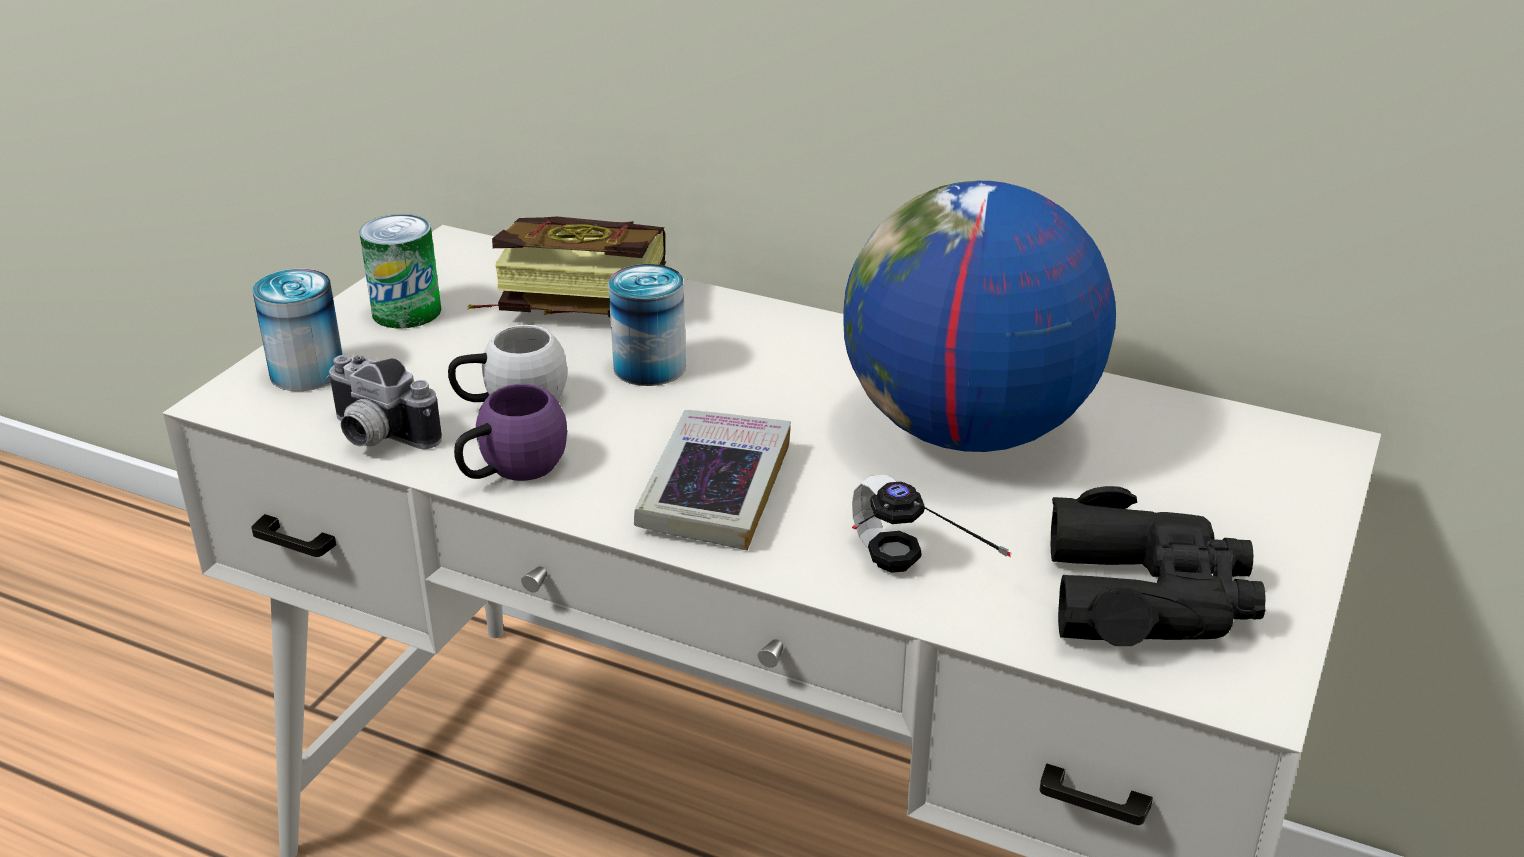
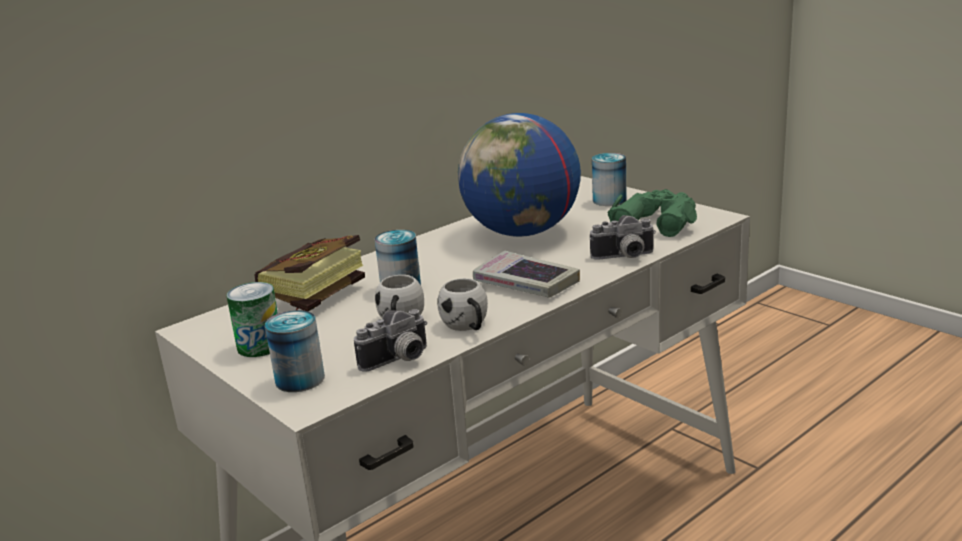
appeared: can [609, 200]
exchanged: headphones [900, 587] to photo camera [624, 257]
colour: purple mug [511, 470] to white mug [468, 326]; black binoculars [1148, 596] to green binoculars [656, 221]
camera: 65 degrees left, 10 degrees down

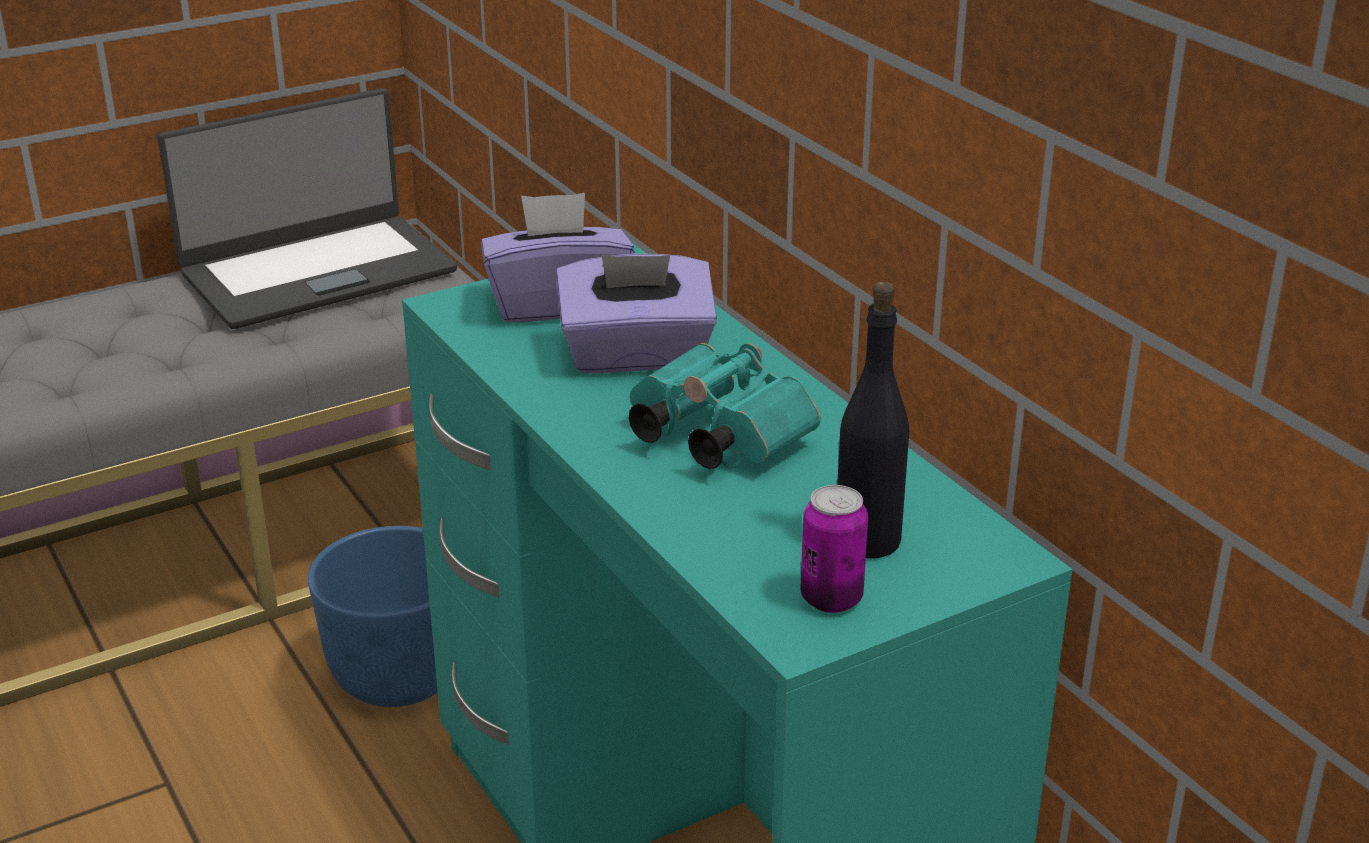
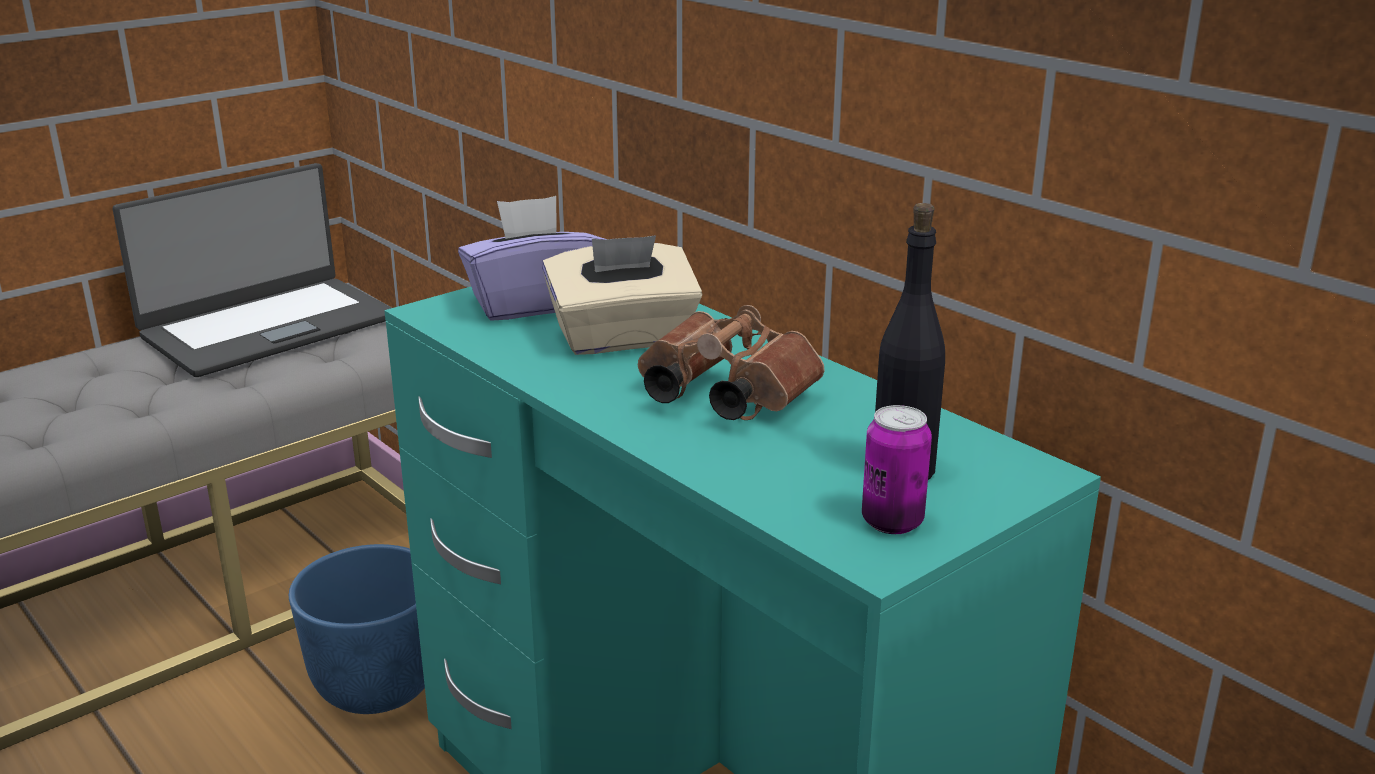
colour: purple tissue box [637, 356] to beige tissue box [623, 338]; turquoise binoculars [713, 437] to brown binoculars [720, 397]
camera: 10 degrees left, 5 degrees down

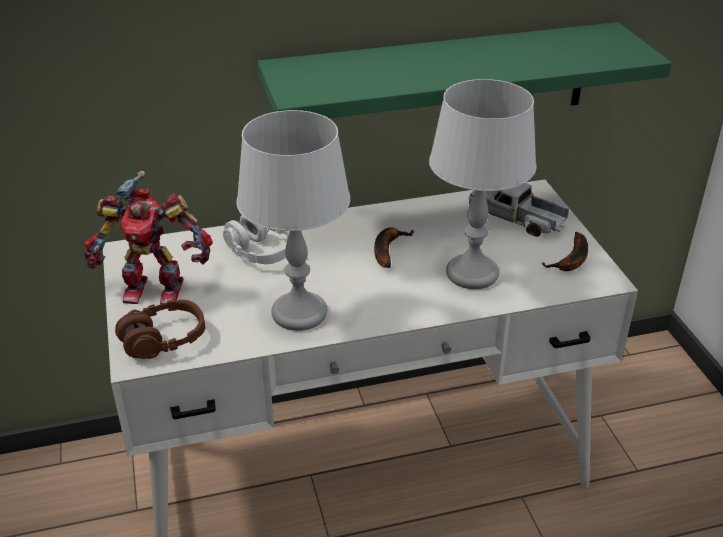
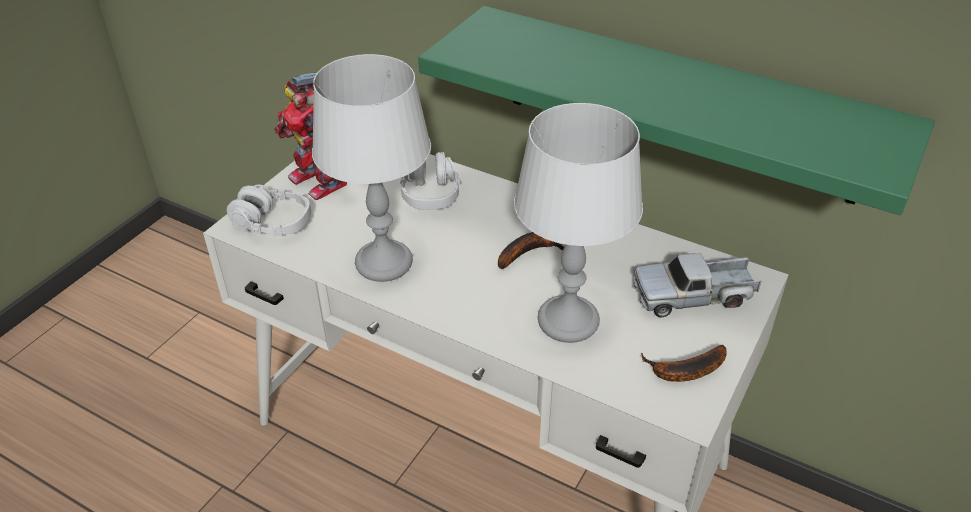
colour: brown headphones [163, 340] to grey headphones [272, 223]
spun: toy truck [517, 218] = [693, 295] 90 degrees counterclockwise
camera: 45 degrees right, 5 degrees up

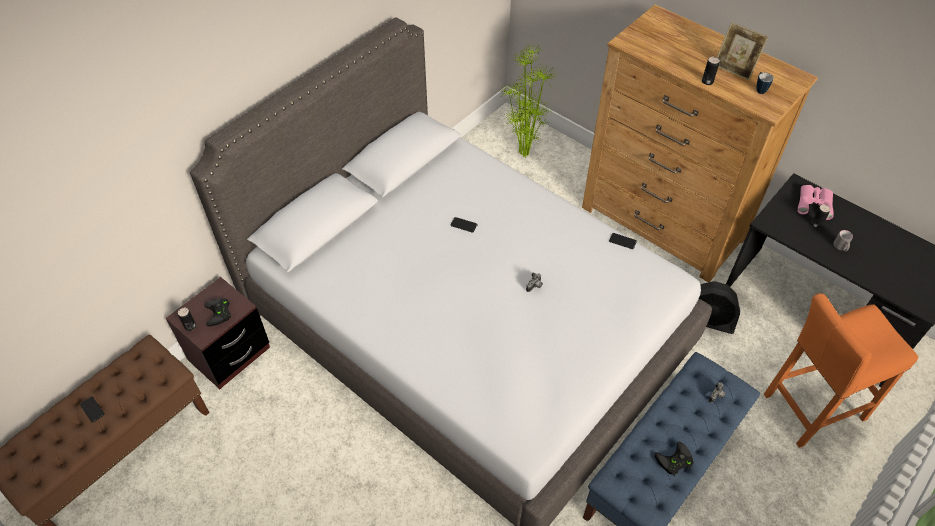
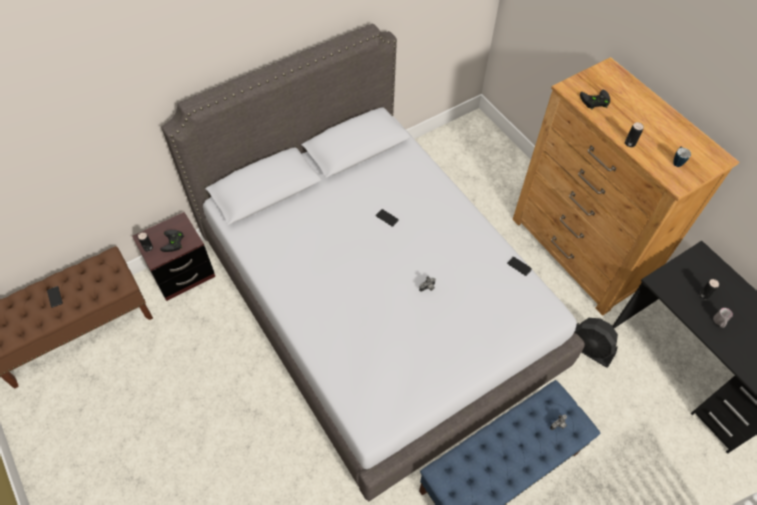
missing: picture frame [734, 69]; potted plant [523, 155]; pink binoculars [814, 203]; orange stool [809, 409]
relocated: black game controller [674, 461] to [594, 101]
camera: 15 degrees right, 5 degrees up

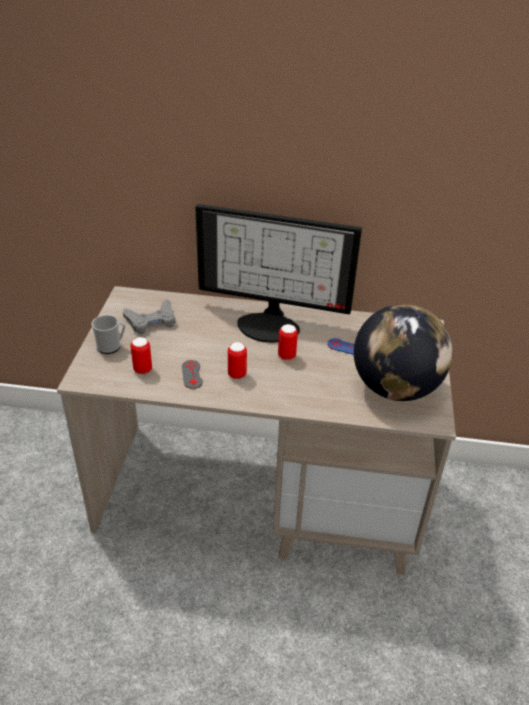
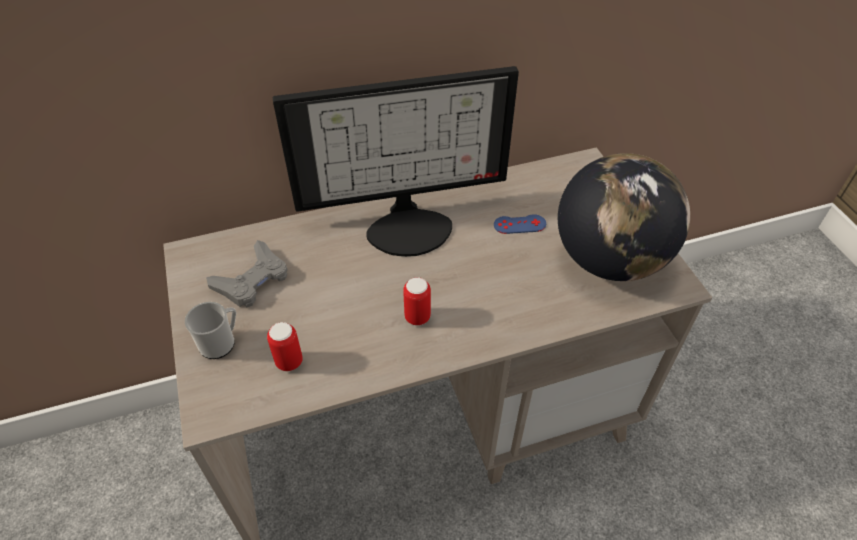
missing: can [286, 356]; grey game controller [192, 374]
camera: 25 degrees left, 10 degrees up

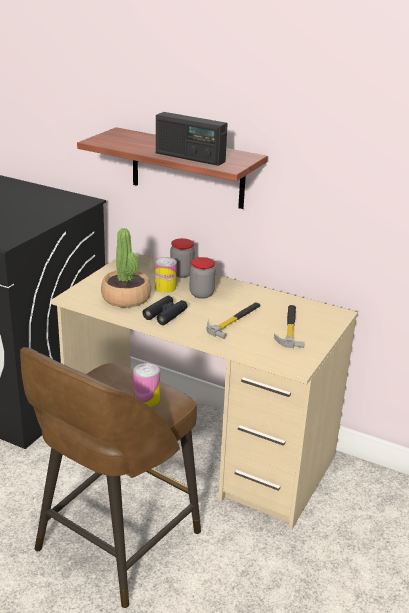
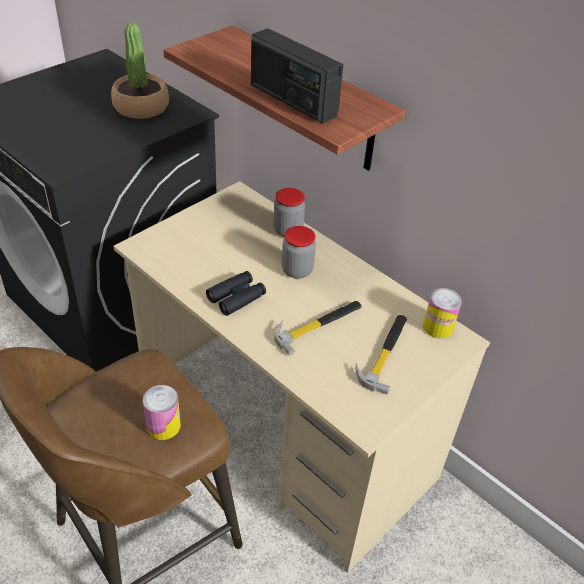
relocated: potted plant [126, 298] to [141, 107]; can [165, 287] to [438, 327]
camera: 15 degrees right, 15 degrees up

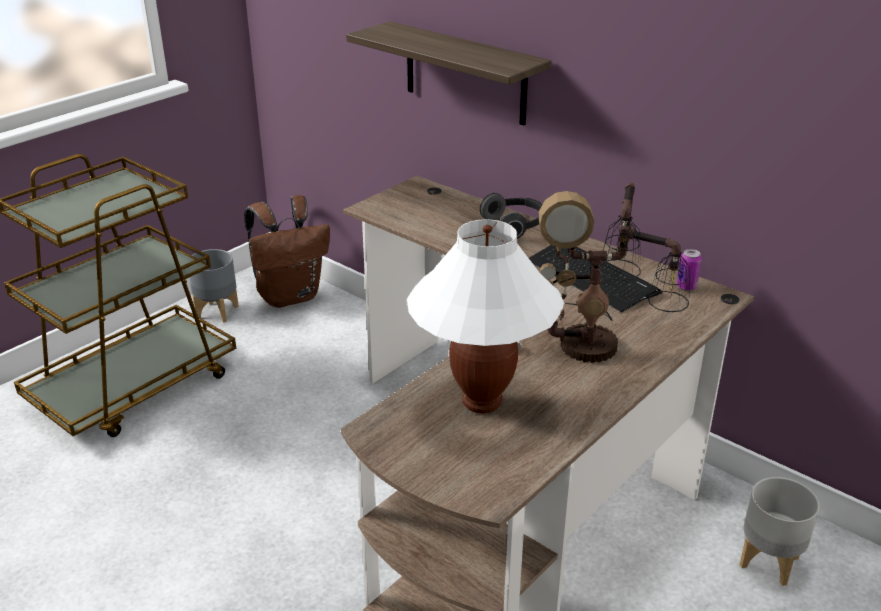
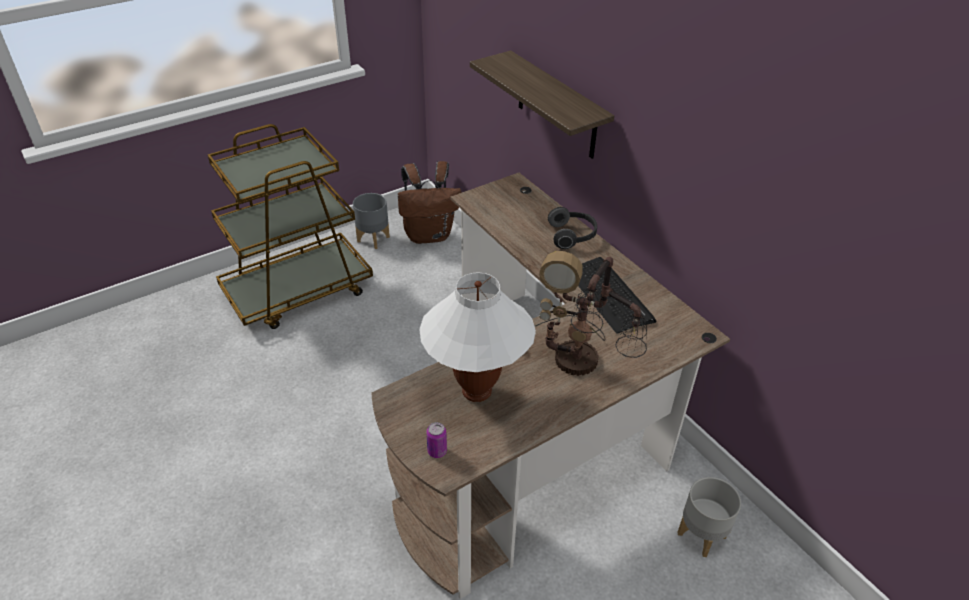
relocated: can [686, 286] to [437, 451]
camera: 15 degrees right, 10 degrees up

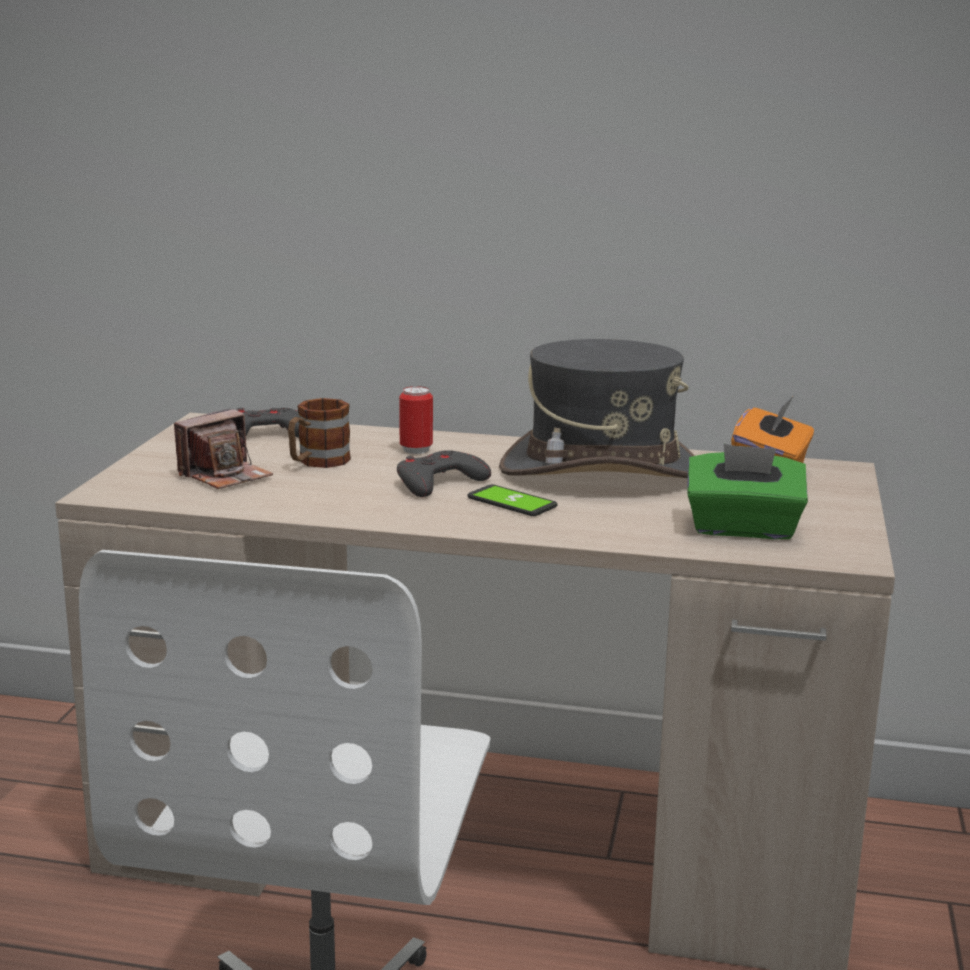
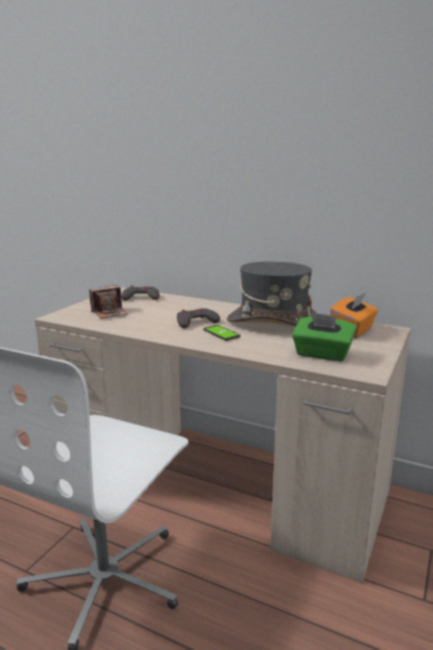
missing: can [416, 449]; mug [317, 462]
camera: 15 degrees right, 0 degrees up

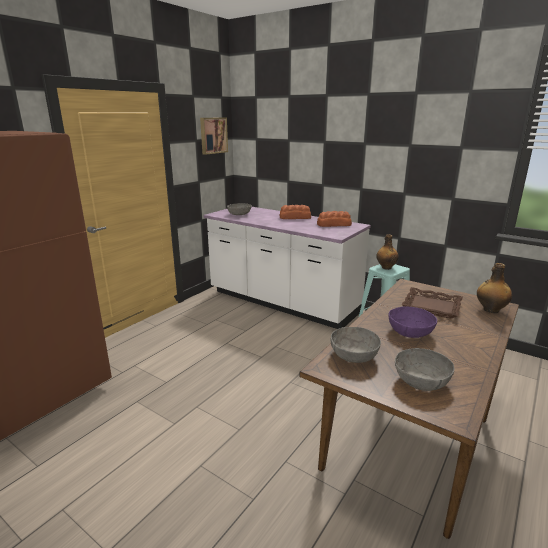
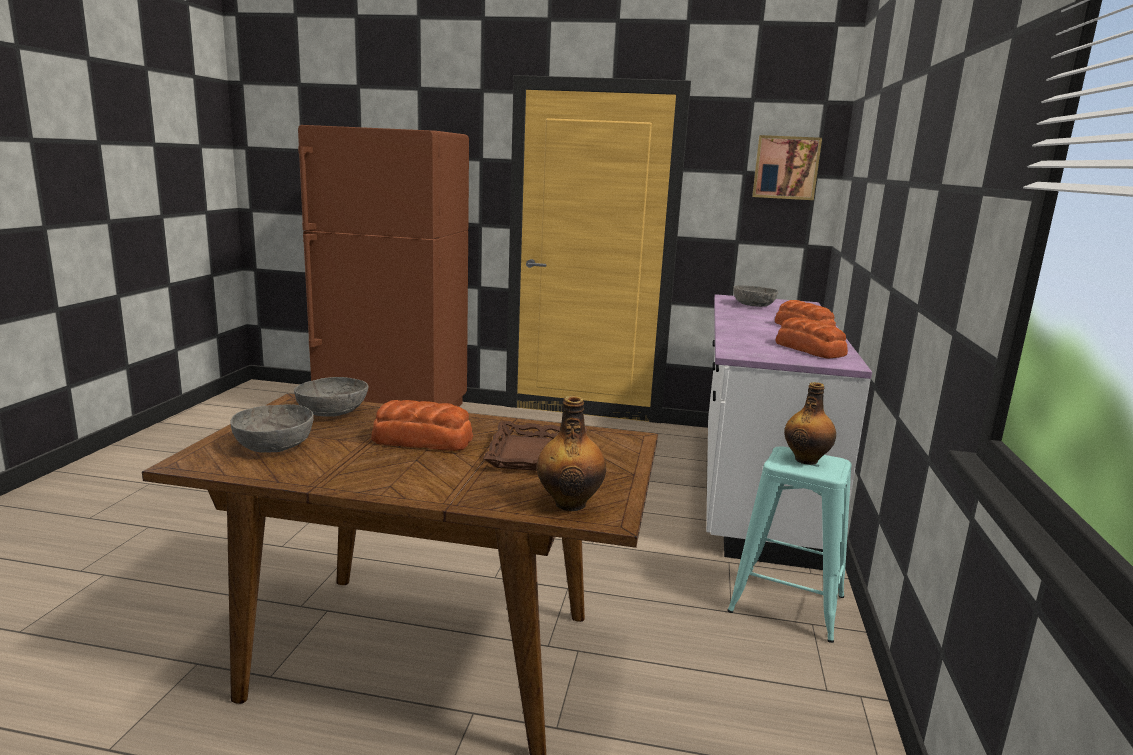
exchanged: purple bowl [410, 332] to bread [421, 440]
camera: 65 degrees right, 5 degrees down

